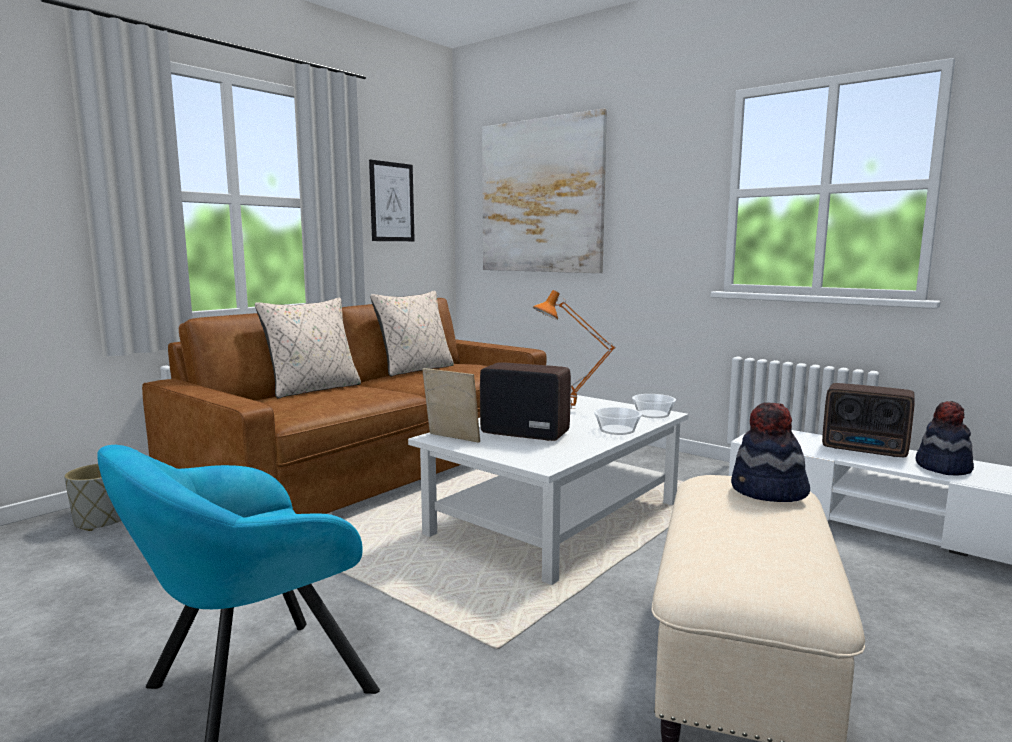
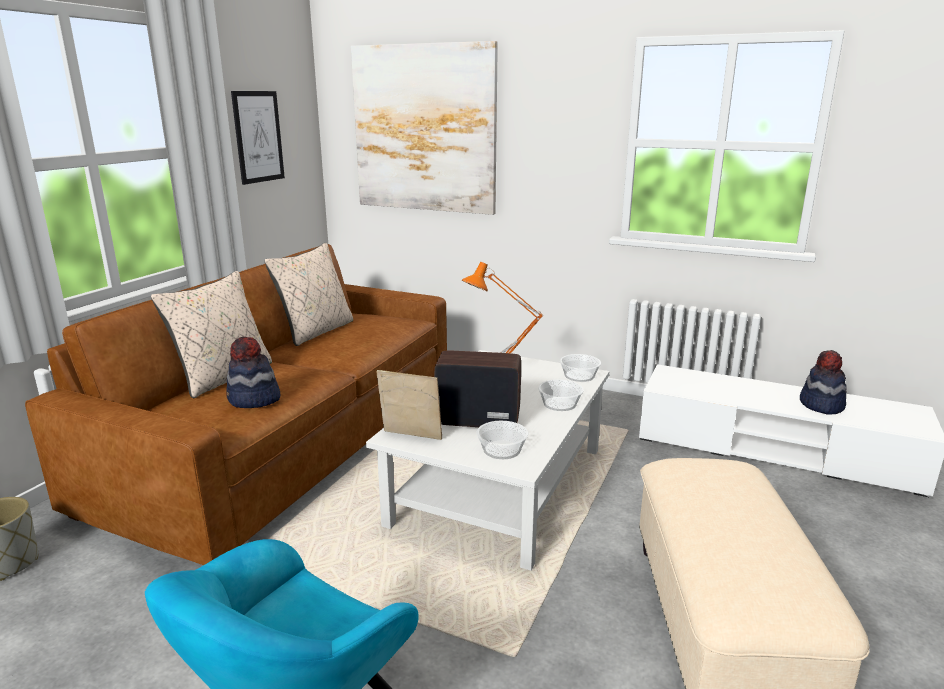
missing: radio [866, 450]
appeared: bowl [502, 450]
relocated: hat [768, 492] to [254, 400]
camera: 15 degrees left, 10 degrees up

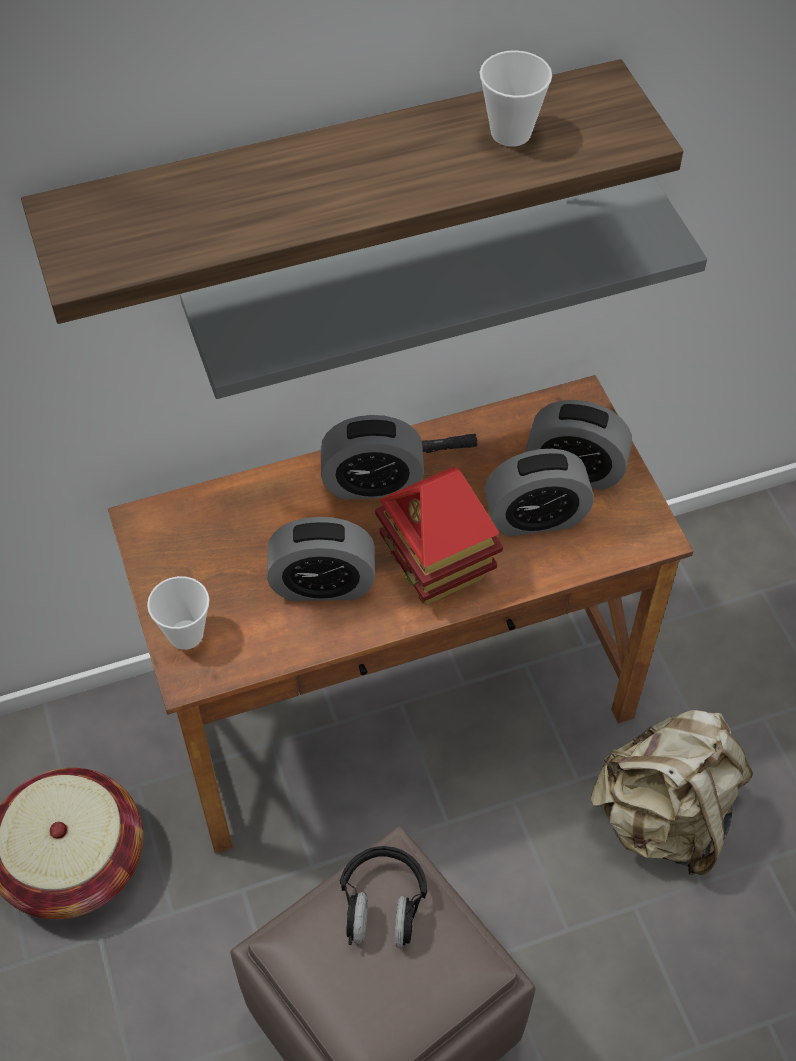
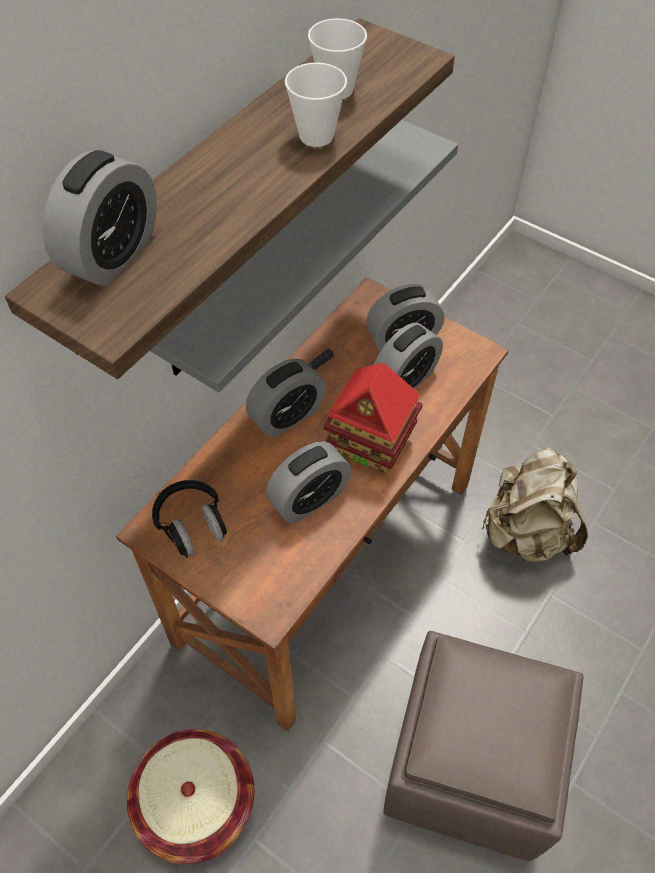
appeared: alarm clock [112, 255]
relocated: cup [186, 634] to [316, 136]; black headphones [382, 905] to [192, 525]
camera: 35 degrees left, 0 degrees up

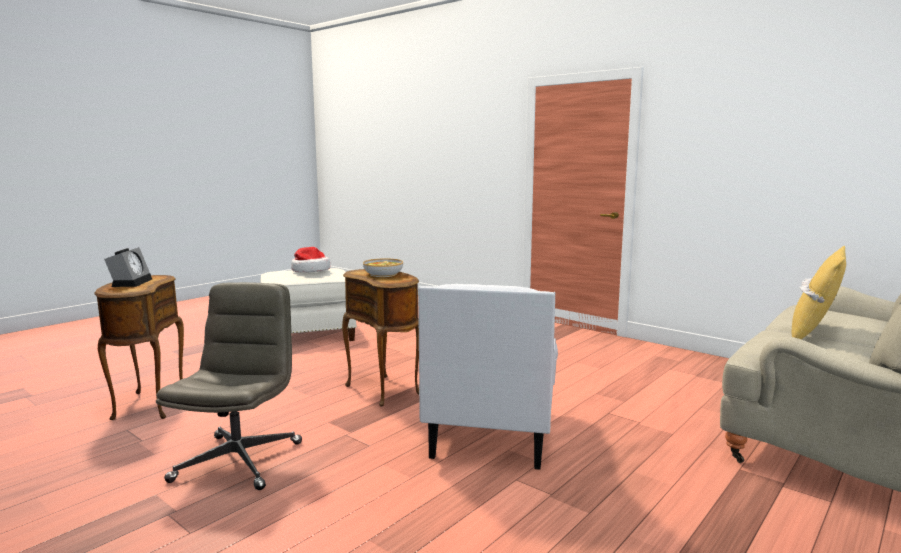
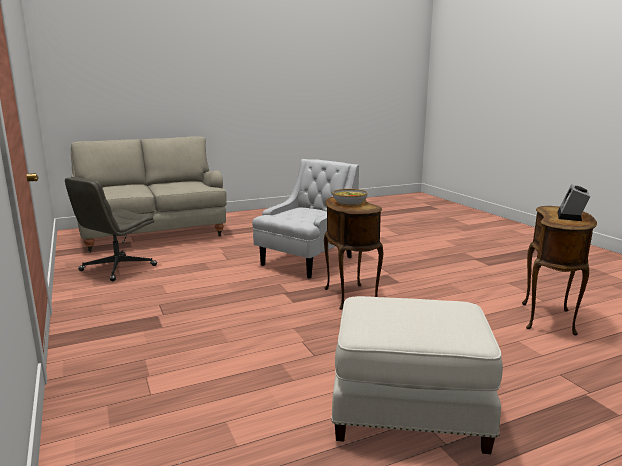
missing: yellow pillow [814, 334]; hat [310, 271]
relocated: grey office chair [238, 461] to [117, 268]
camera: 155 degrees left, 5 degrees up

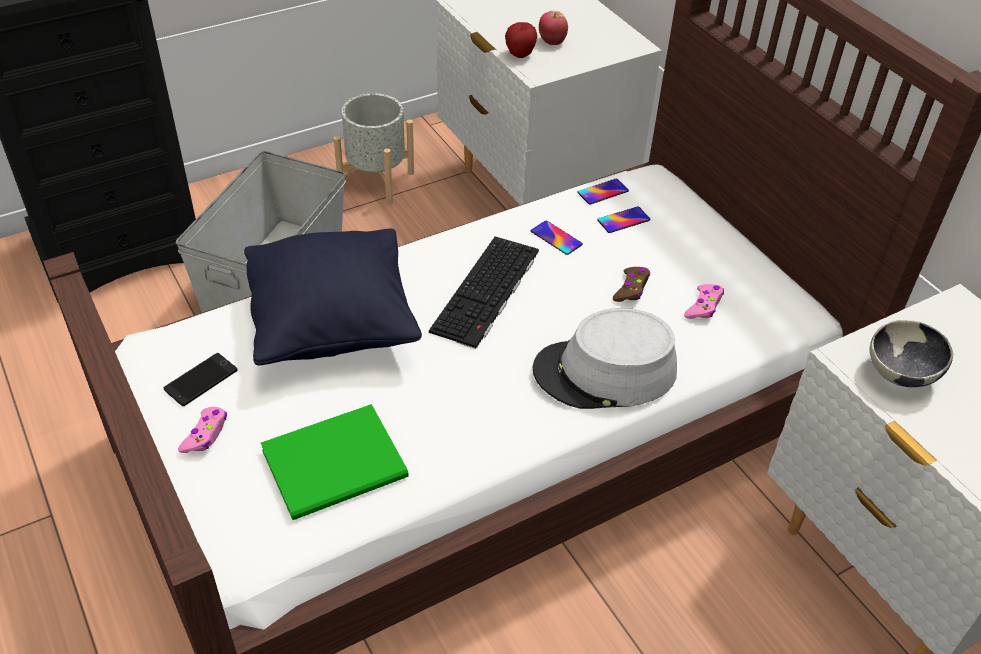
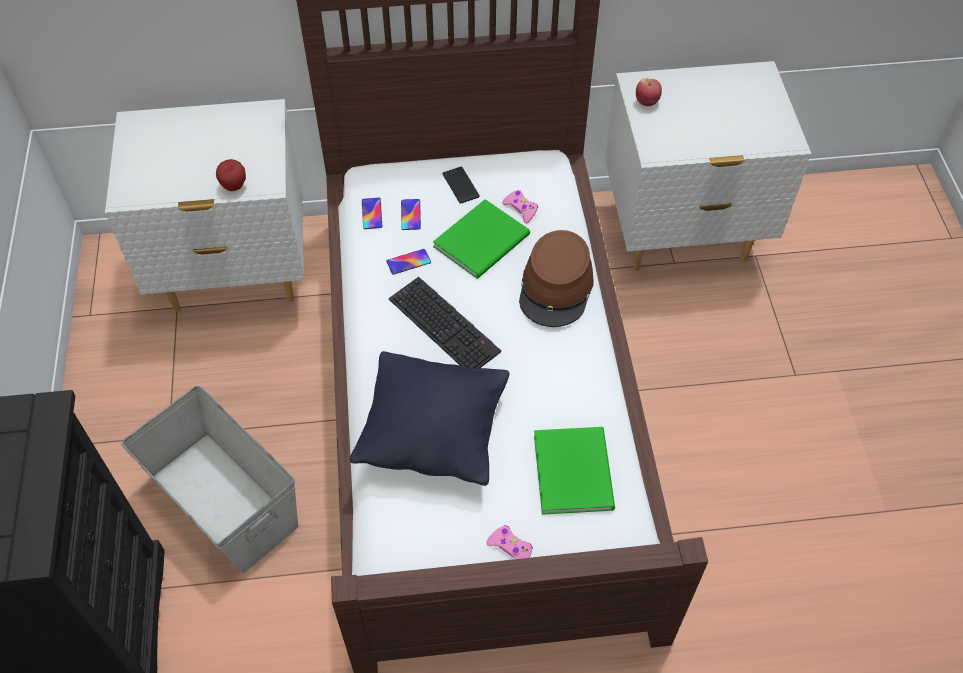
missing: grey planter [376, 181]; bowl [901, 375]
relocated: apple [552, 41] to [647, 102]; phone [201, 380] to [460, 185]
exchanged: brown game controller [631, 289] to green book [484, 240]
colour: grey hat [605, 372] to brown hat [556, 287]
camera: 65 degrees left, 10 degrees up

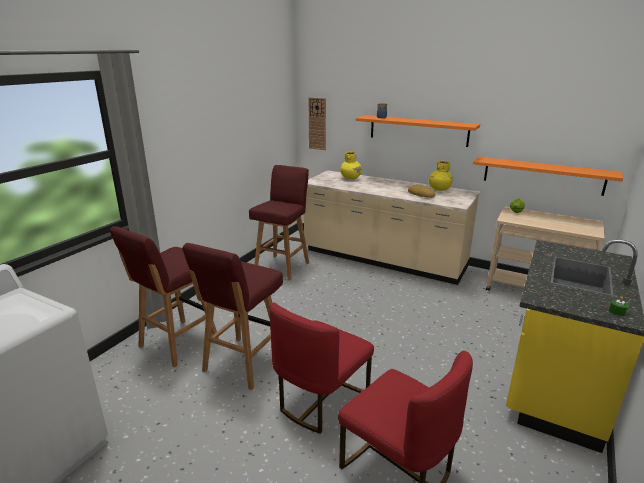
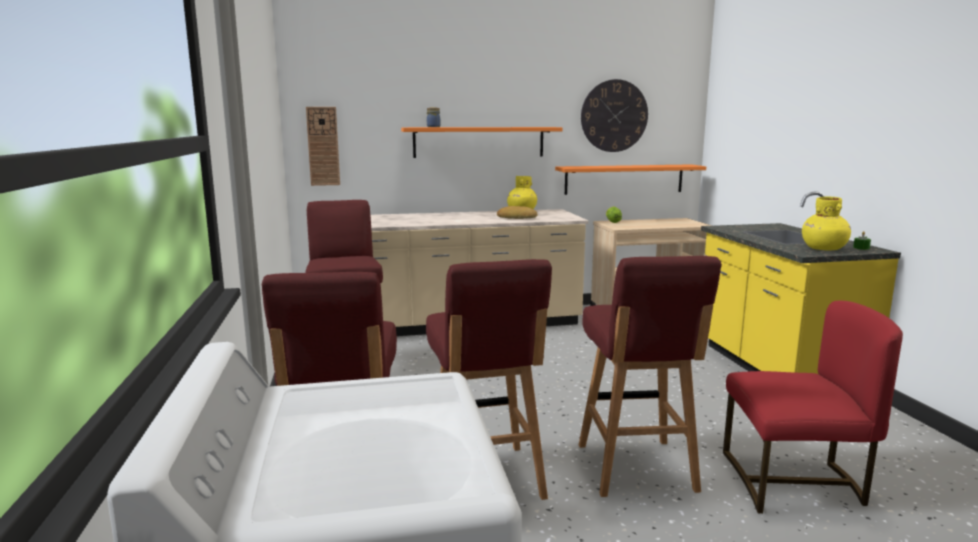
appeared: wall clock [614, 116]
relocated: yellow vase [351, 178] to [823, 249]
exchanged: red chair [320, 400] to red stool [636, 469]
camera: 40 degrees left, 10 degrees down

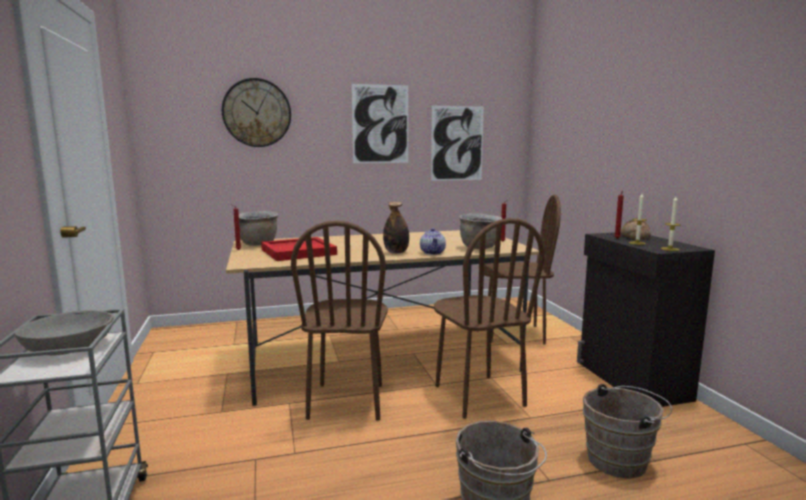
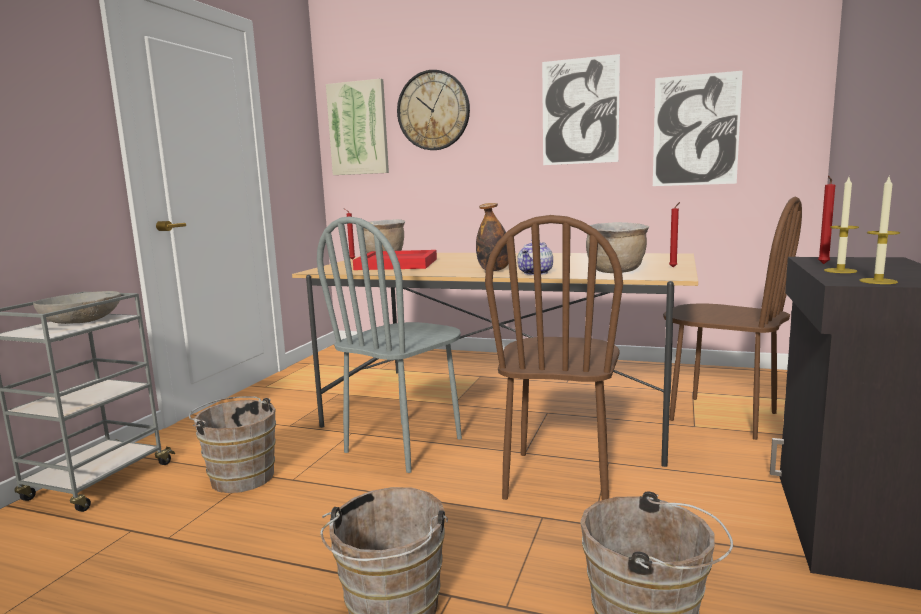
missing: bread [634, 237]
appeared: picture [358, 128]; brown bucket [240, 476]
colour: brown chair [347, 401] to grey chair [404, 445]
camera: 35 degrees right, 0 degrees up

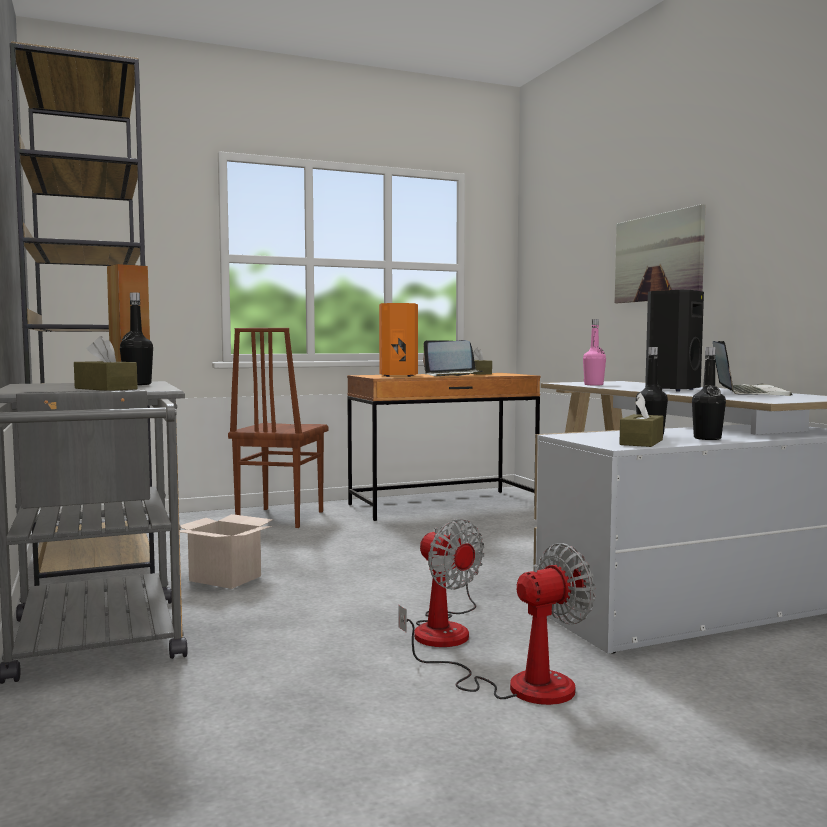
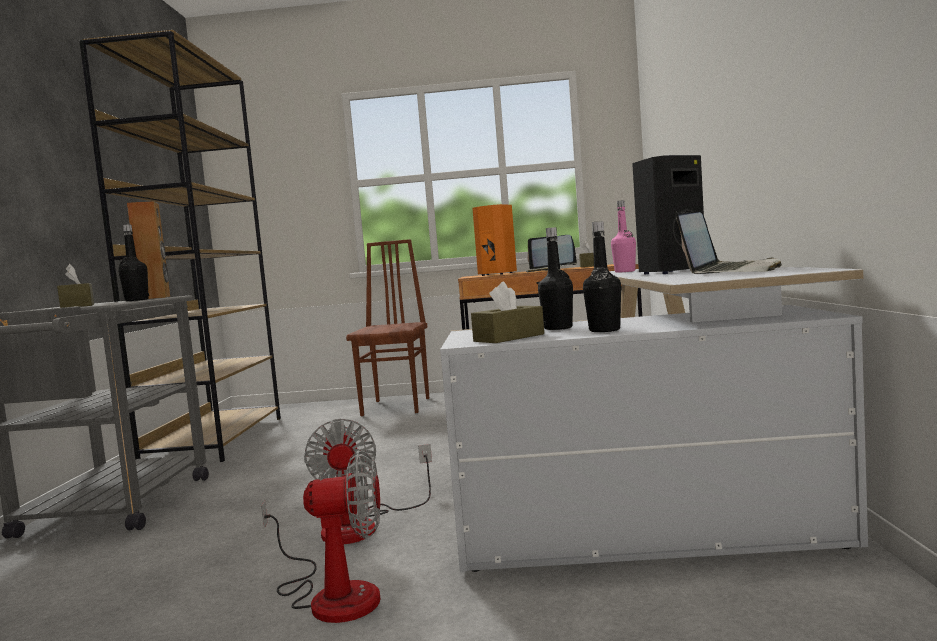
missing: picture [658, 257]; cardboard box [227, 578]
spun: brown chair [279, 518] = [398, 406] 150 degrees clockwise
camera: 25 degrees right, 0 degrees up

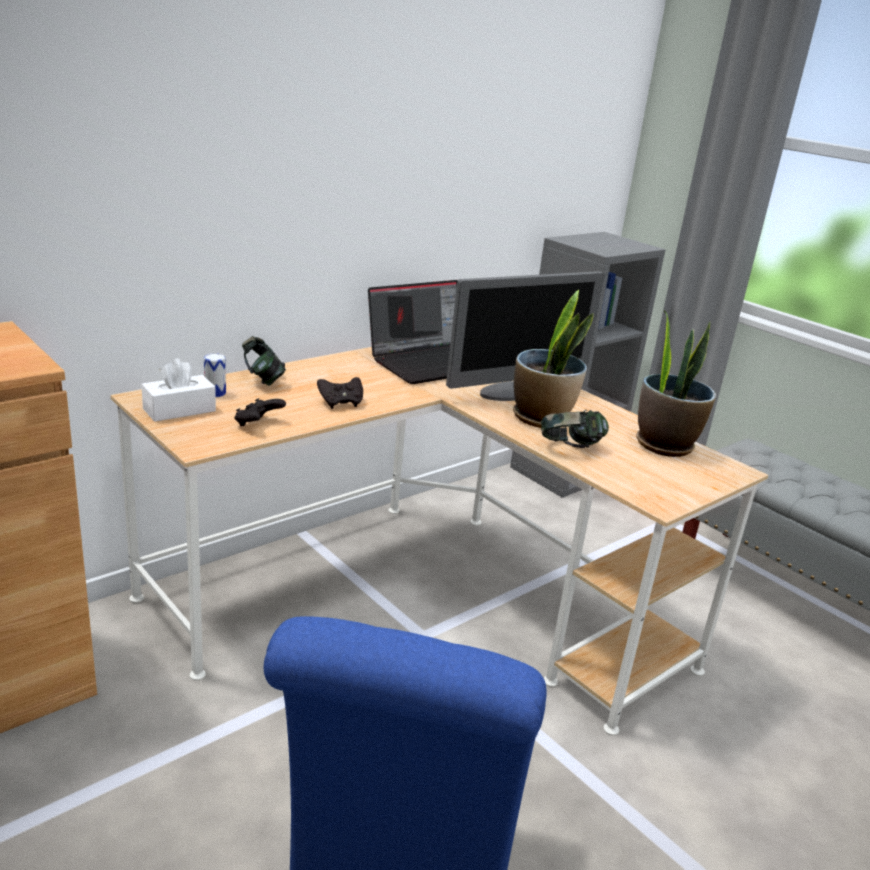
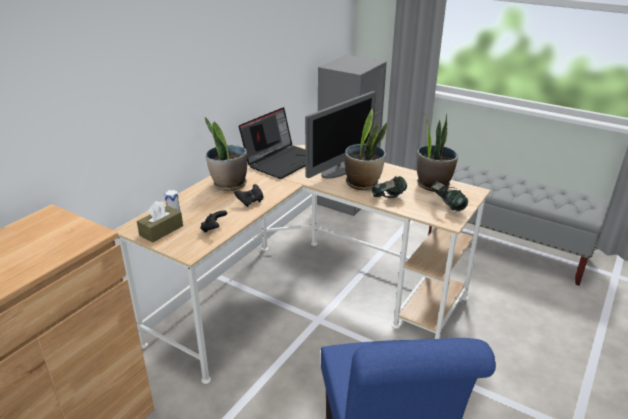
appeared: potted plant [229, 184]
relocated: headphones [263, 380] to [447, 207]
colour: white tissue box [179, 410] to brown tissue box [161, 230]
camera: 15 degrees left, 5 degrees up

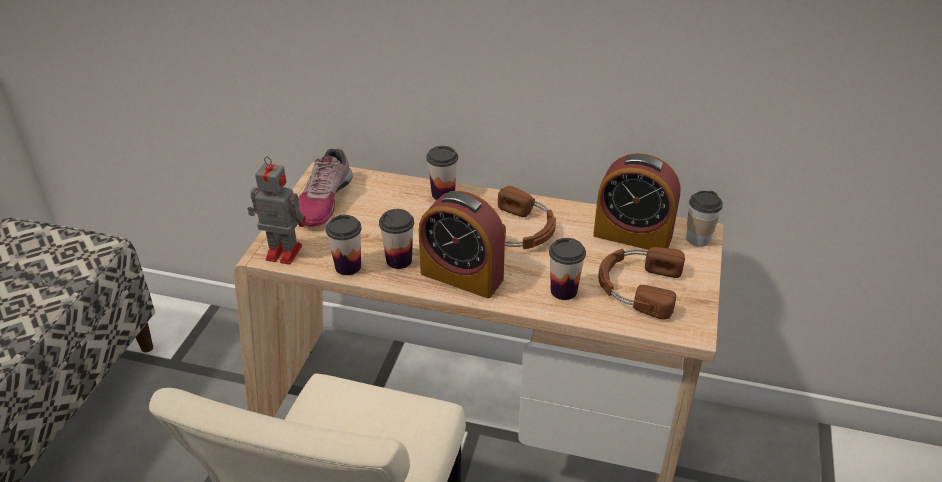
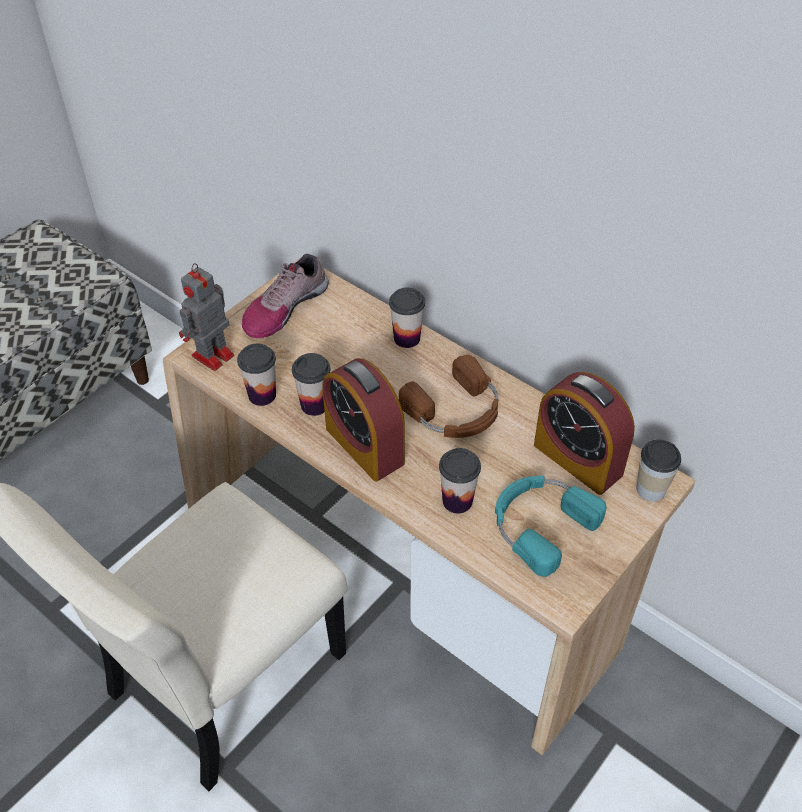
colour: brown headphones [637, 286] to turquoise headphones [540, 524]
spun: toy robot [282, 252] = [211, 357] 90 degrees counterclockwise
camera: 25 degrees right, 10 degrees up

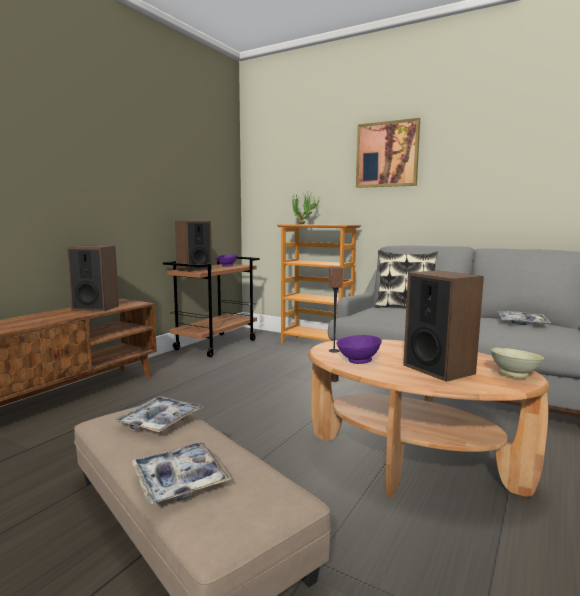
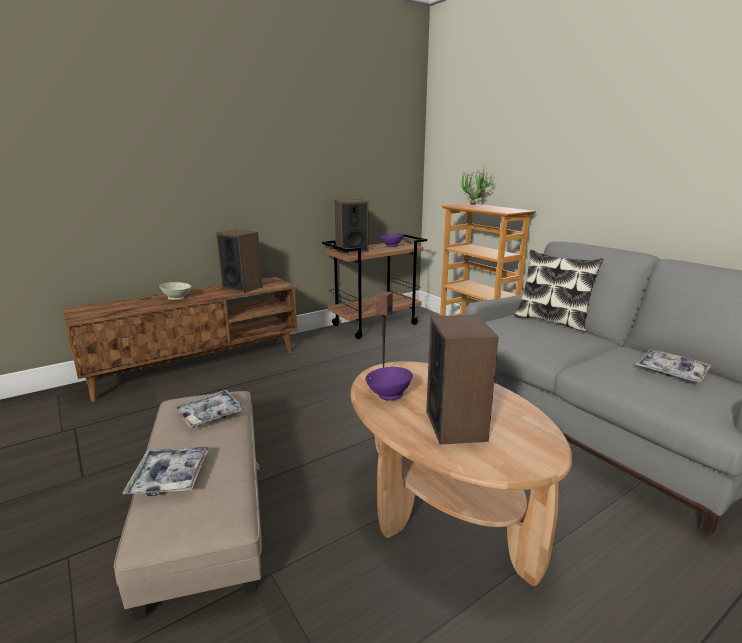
missing: picture [387, 154]
relocated: beige bowl [515, 375] to [177, 299]
camera: 25 degrees right, 10 degrees up

